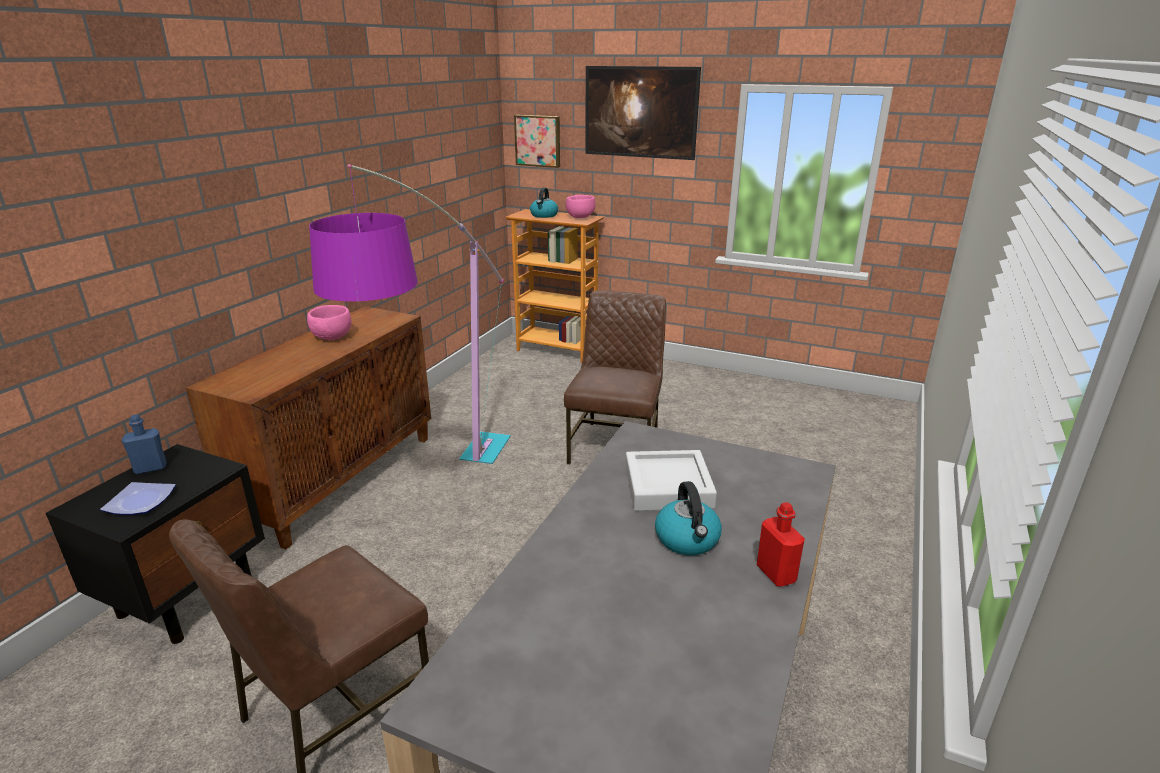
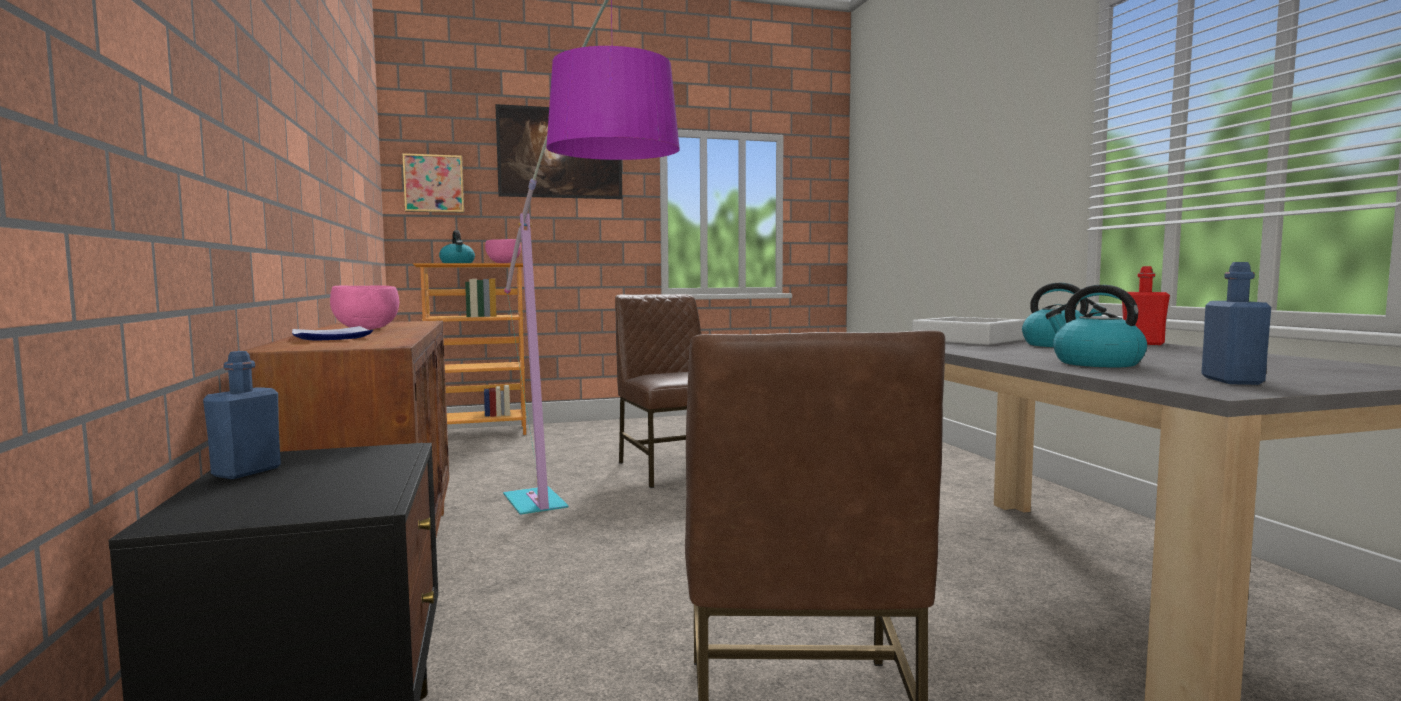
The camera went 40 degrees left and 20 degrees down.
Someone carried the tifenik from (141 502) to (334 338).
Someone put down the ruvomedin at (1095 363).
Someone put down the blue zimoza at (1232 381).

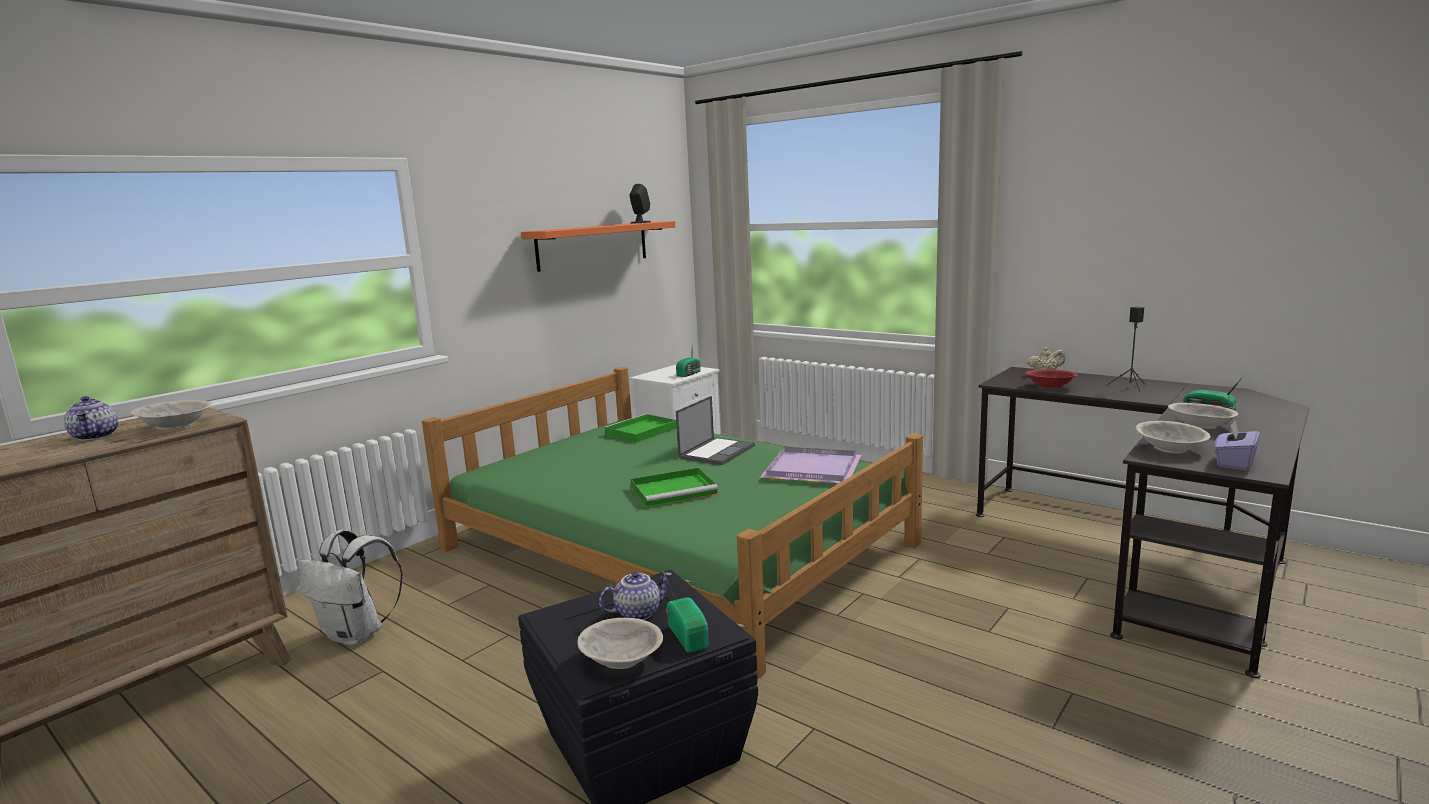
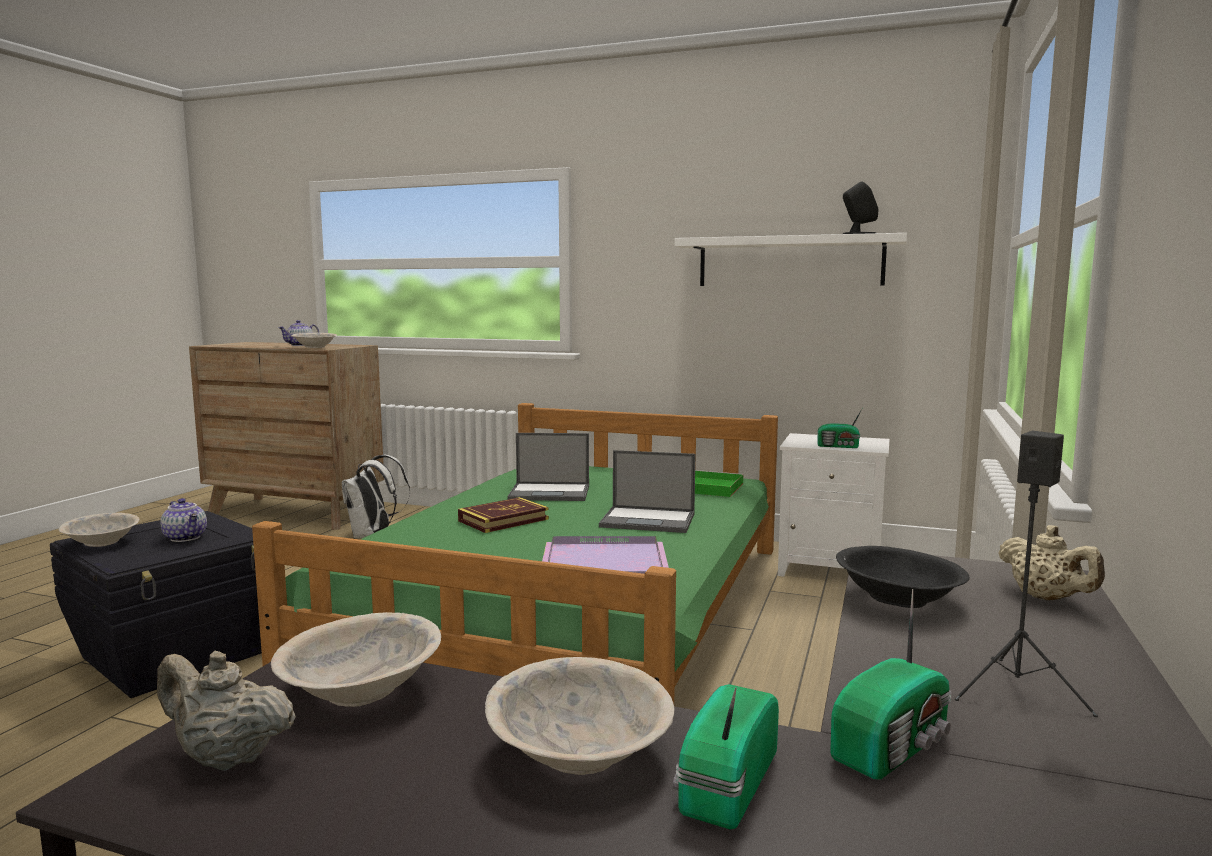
The camera went 70 degrees right and 5 degrees down.
Someone swapped the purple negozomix at (1234 463) for the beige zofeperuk at (226 757).
Someone swapped the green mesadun at (675 490) for the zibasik at (503 520).
Someone put down the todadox at (551 493).
Someone repainted the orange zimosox at (593 245), which became the white zimosox at (790 262).
Someone carried the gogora from (689 635) to (895 746).
Someone repainted the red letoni at (1050 387), which became the black letoni at (897 600).

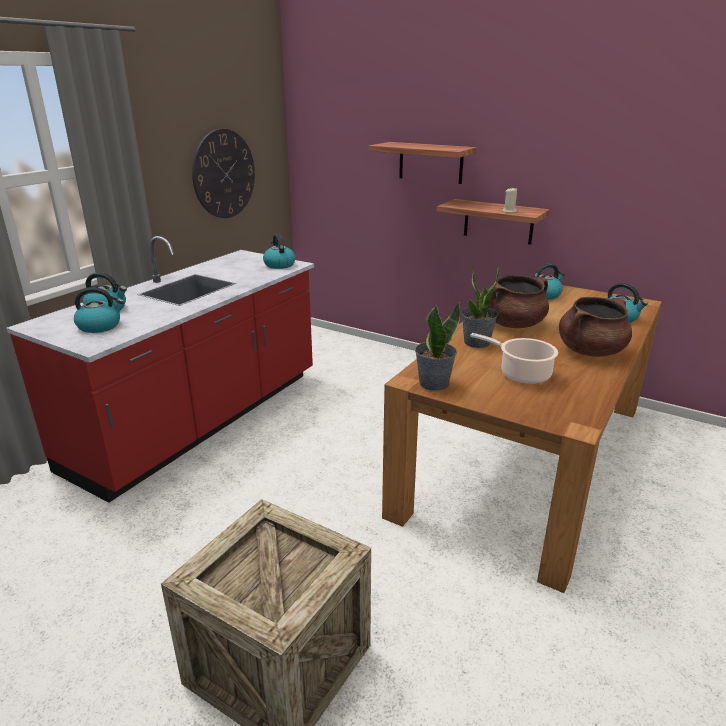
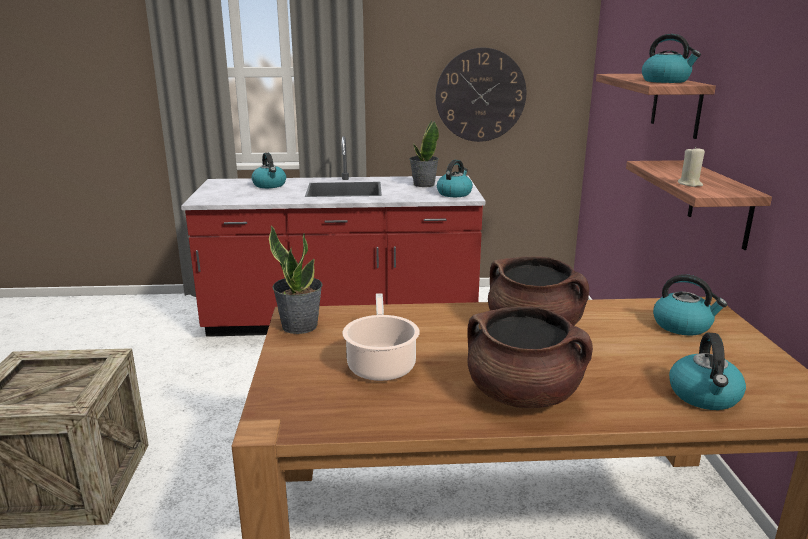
The camera went 55 degrees right and 5 degrees down.
Someone carried the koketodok from (477 343) to (423 184).
Someone carried the ruvomedin from (100 326) to (666 81).

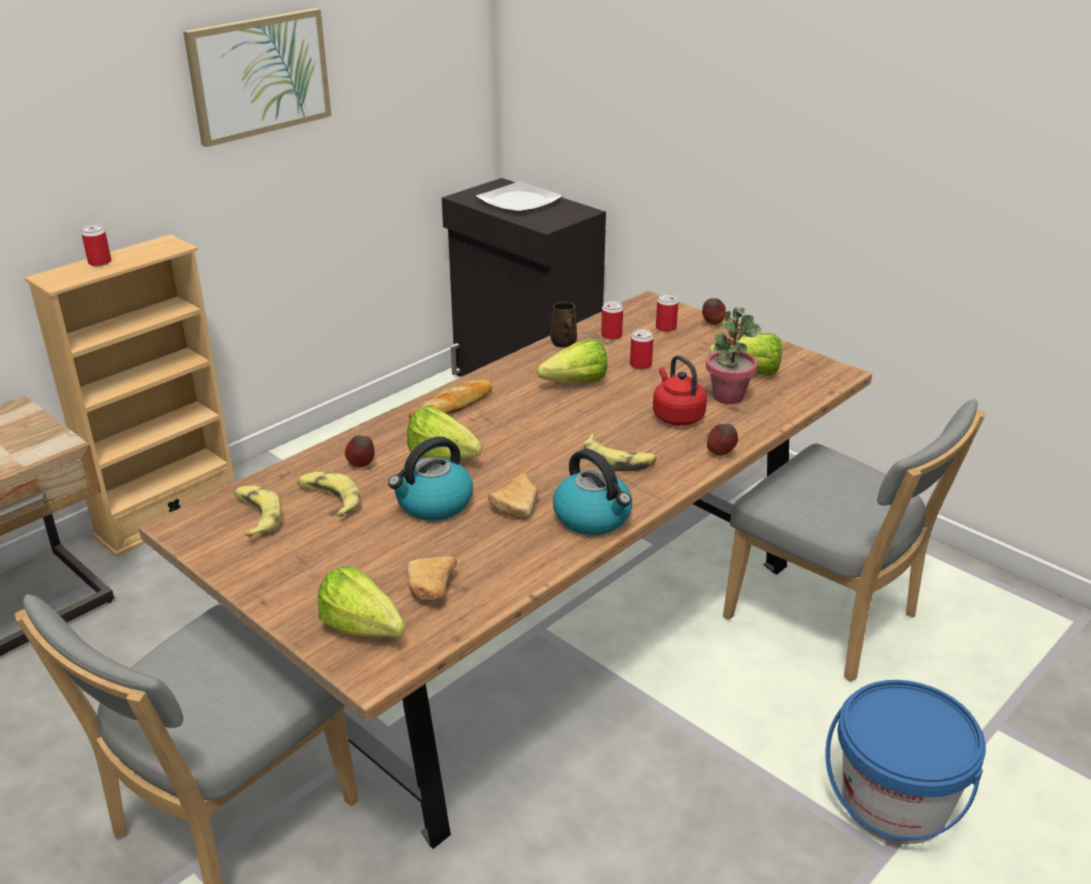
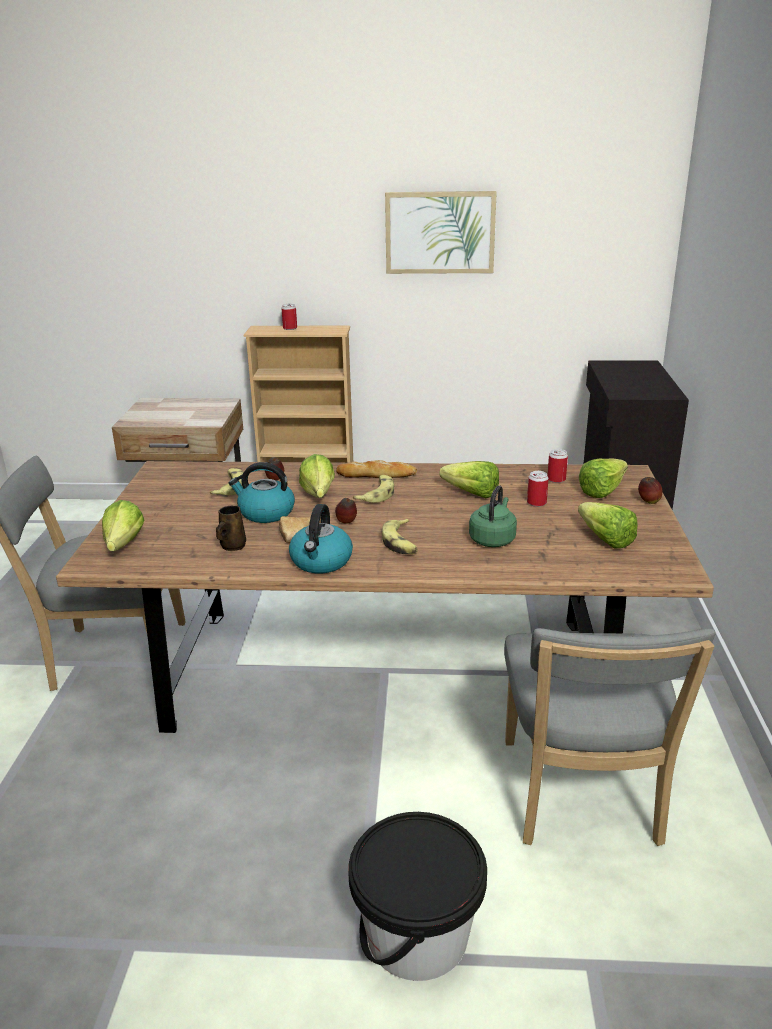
The camera went 50 degrees right and 5 degrees down.
Someone carried the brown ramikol from (564 343) to (232 546).
Someone carried the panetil from (721 454) to (346 523).
Someone repainted the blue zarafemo at (894 802), which became the black zarafemo at (417 935).
Someone carried the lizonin from (256 516) to (377 494).
Someone repainted the red ruvomedin at (676 416), which became the green ruvomedin at (493 539).
Someone swapped the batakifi at (666 328) for the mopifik at (606 490).
Someone took away the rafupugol at (430 590).
Someone took away the tifenik at (519 202).
Someone took away the koketodok at (728 396).

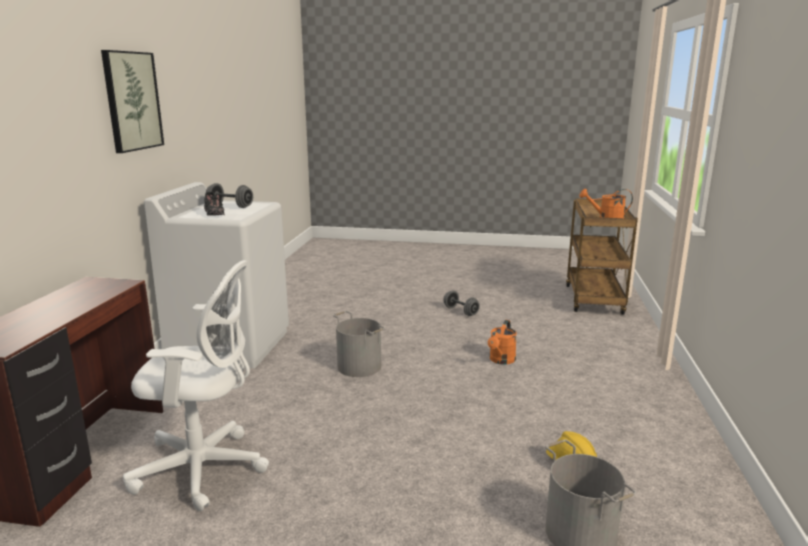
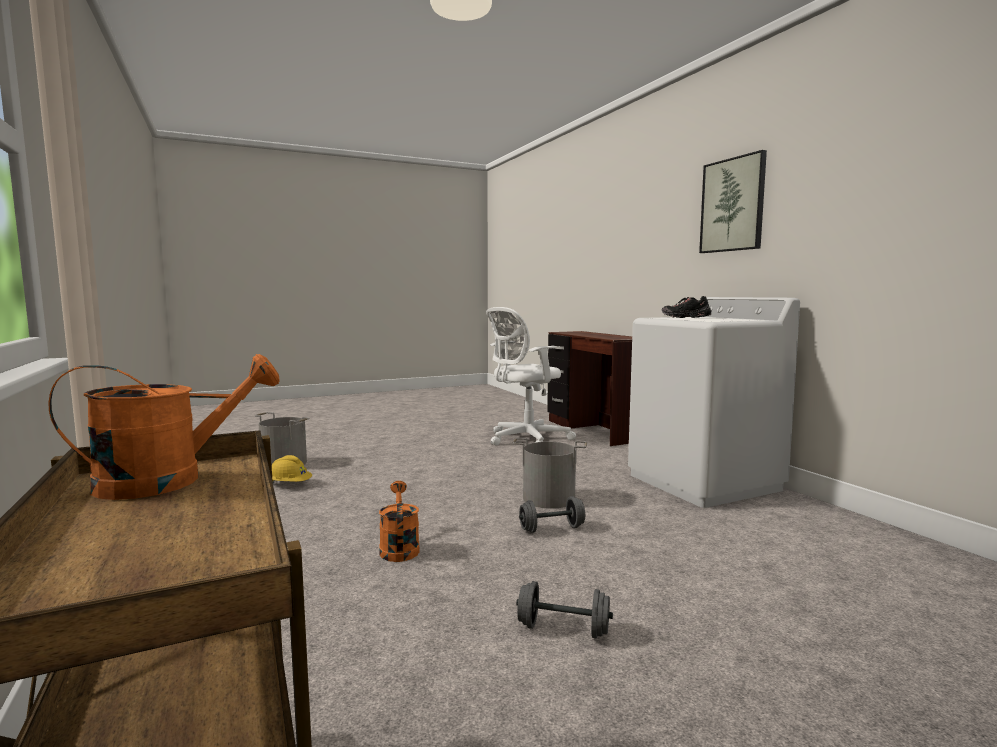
The camera went 145 degrees right and 10 degrees down.
Someone carried the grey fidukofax from (230 206) to (551 529).

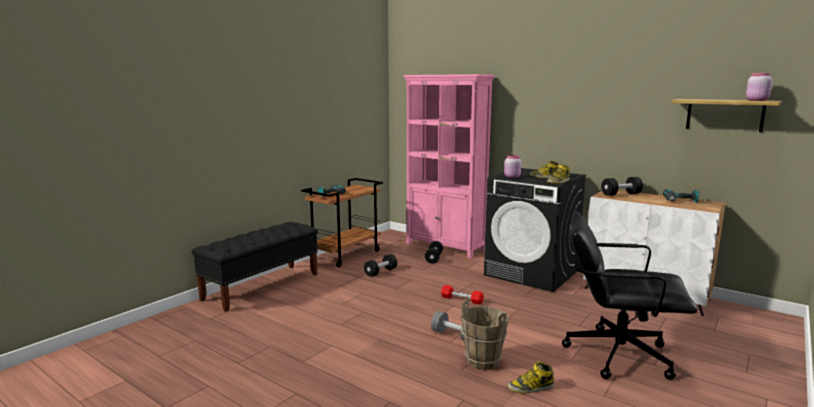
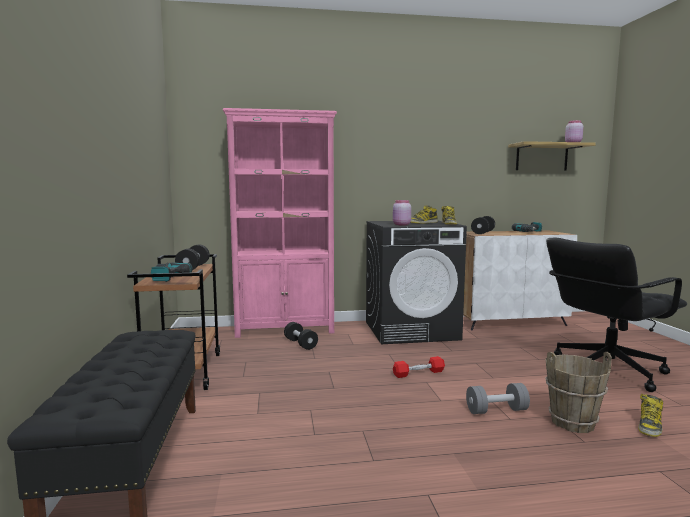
The camera went 45 degrees left and 5 degrees down.
Someone carried the black fidukofax from (380 272) to (193 268).

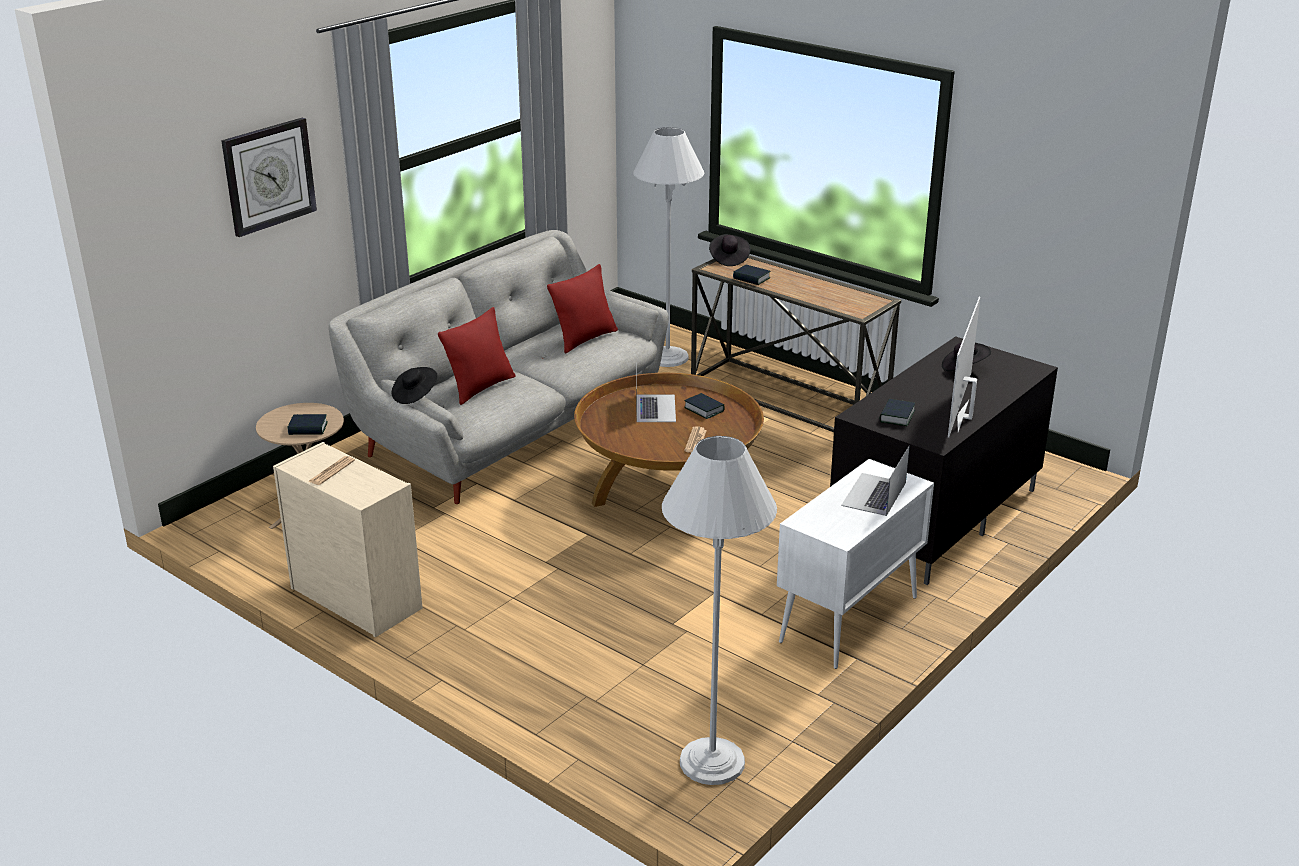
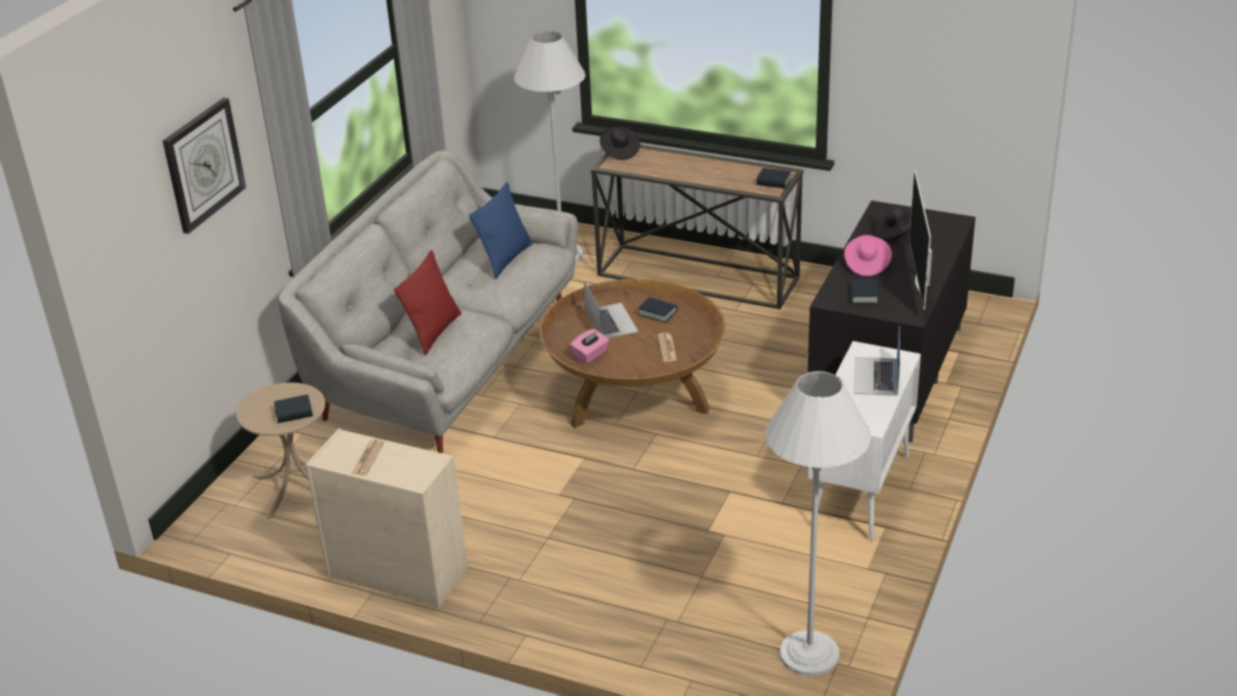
The camera went 15 degrees left and 5 degrees up.
Someone repainted the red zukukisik at (584 339), which became the blue zukukisik at (505 259).
Someone put down the pink negozomix at (590 355).
Someone carried the zibasik from (751 278) to (773 182).
Someone put down the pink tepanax at (866 265).
Someone took away the black tepanax at (415 395).

